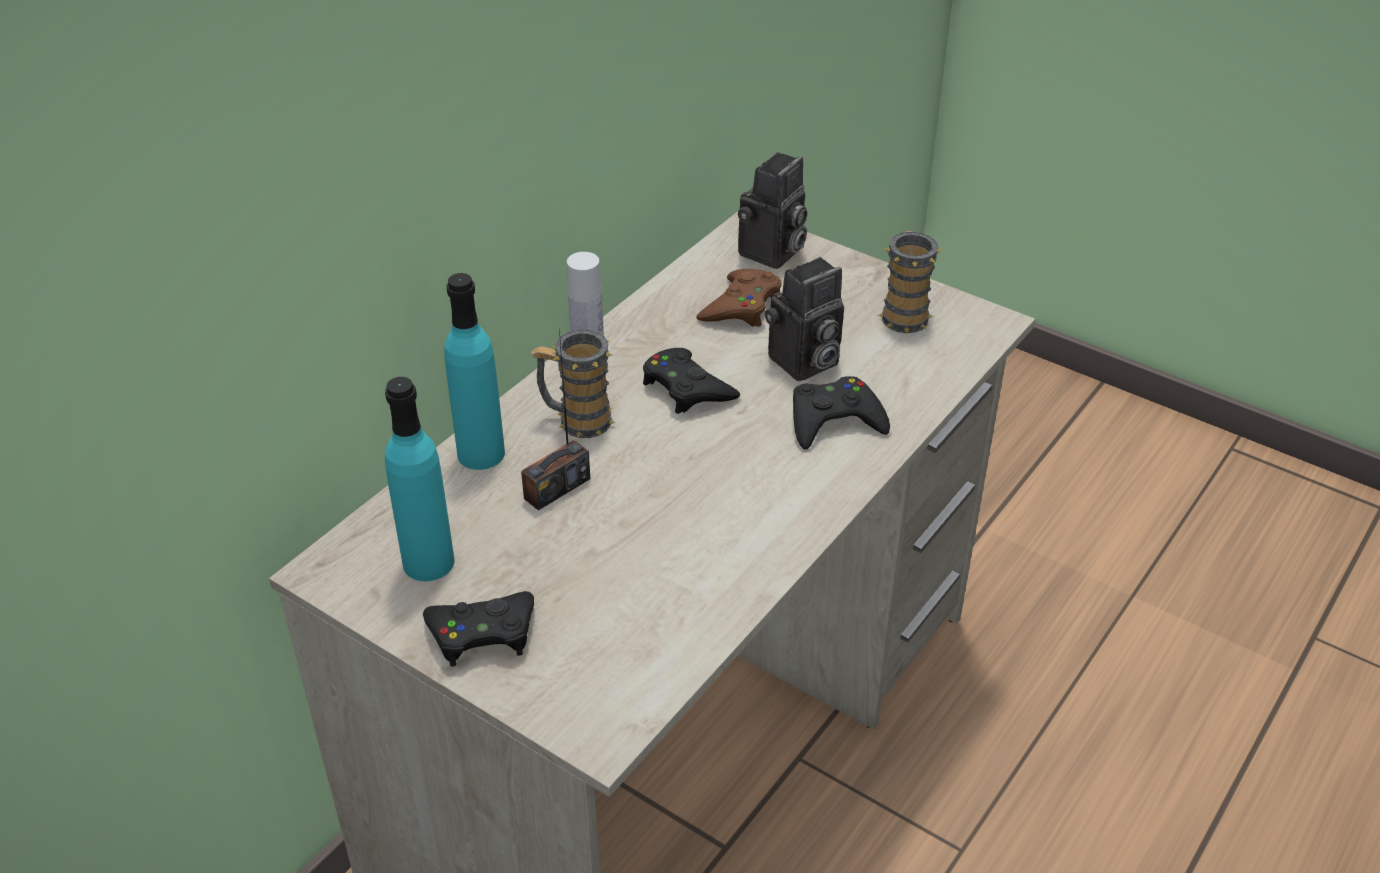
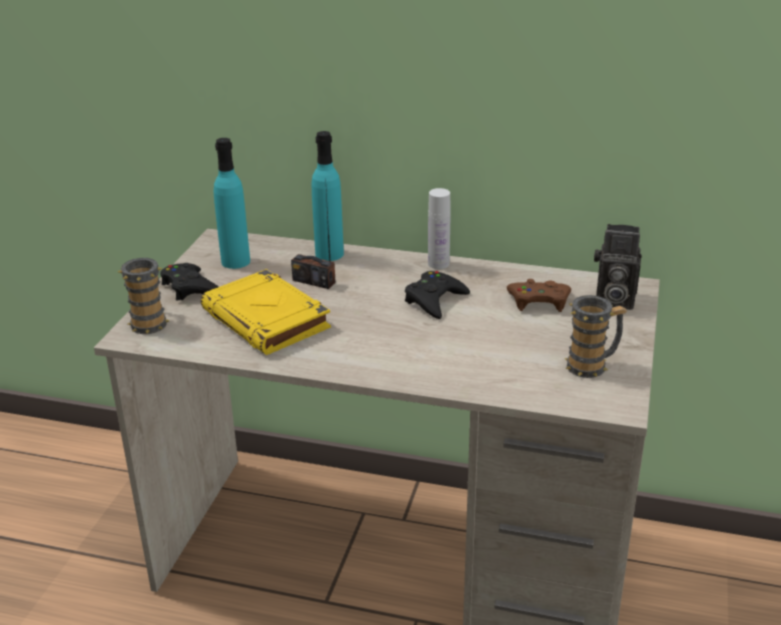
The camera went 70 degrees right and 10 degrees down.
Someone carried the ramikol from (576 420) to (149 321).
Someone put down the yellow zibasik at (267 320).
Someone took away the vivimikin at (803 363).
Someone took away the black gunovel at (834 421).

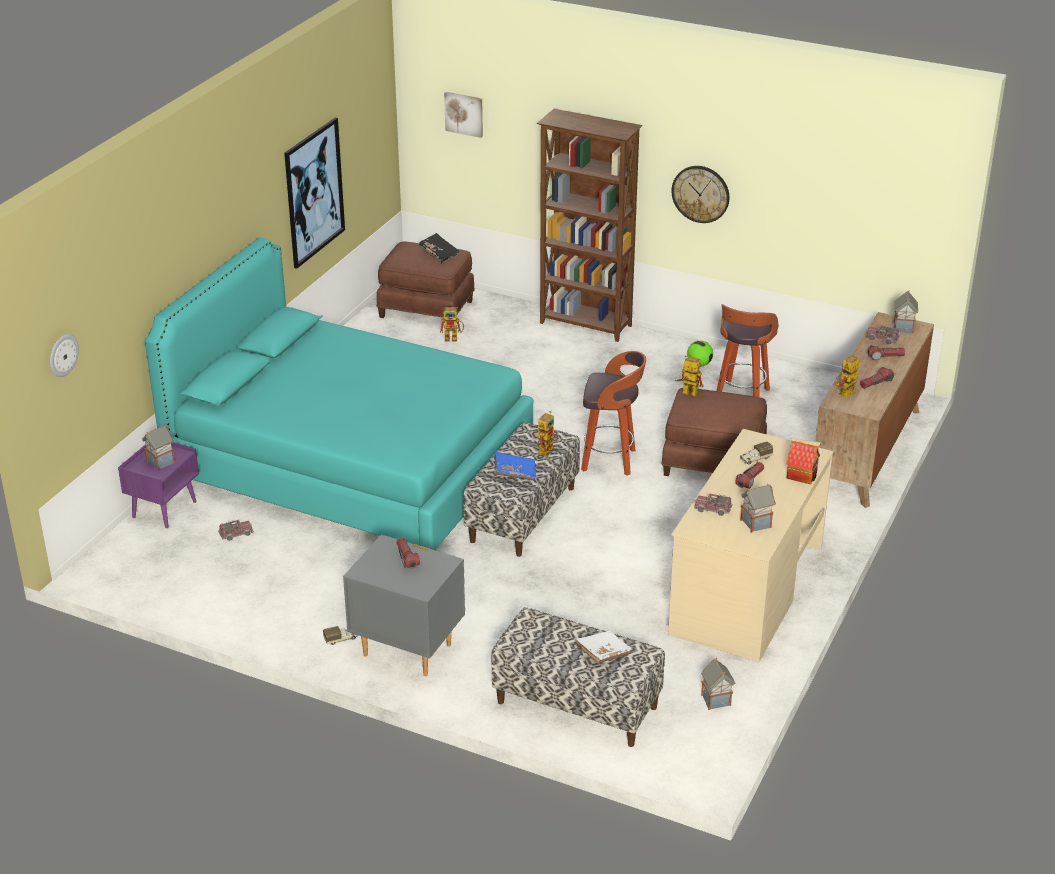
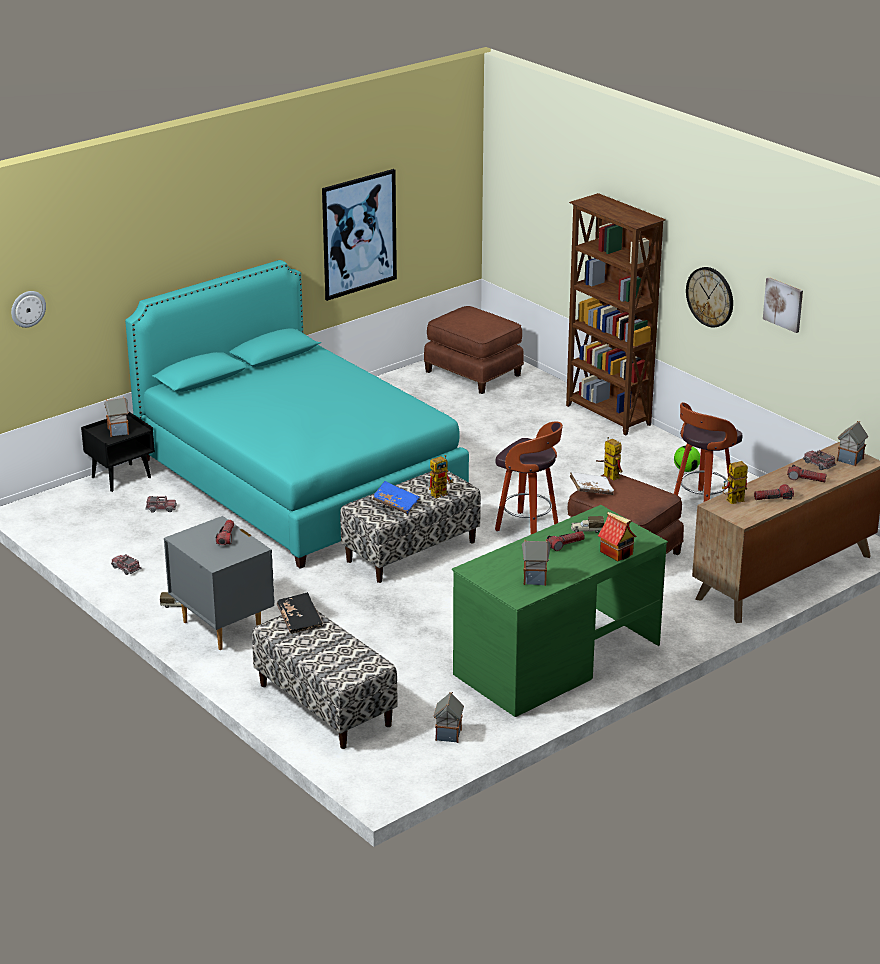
The camera went 25 degrees right and 5 degrees down.
Someone repainted the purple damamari at (164 509), which became the black damamari at (121 477).
Someone carried the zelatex from (713 509) to (126 568).
Someone carried the black zibasik from (439 254) to (299 620).
Someone repainted the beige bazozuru at (746 590), which became the green bazozuru at (556 659).
Someone carried the white zibasik from (603 653) to (591 490).
Someone carried the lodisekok from (464 114) to (783 304).
Someone took away the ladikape at (454 338).

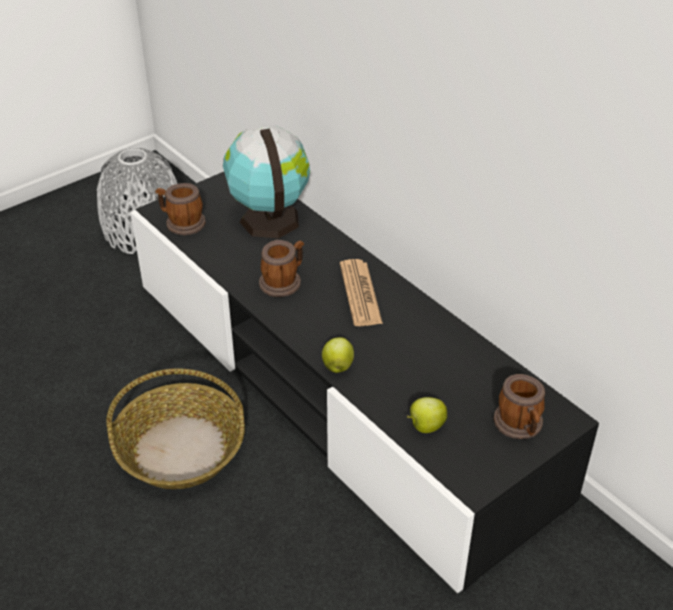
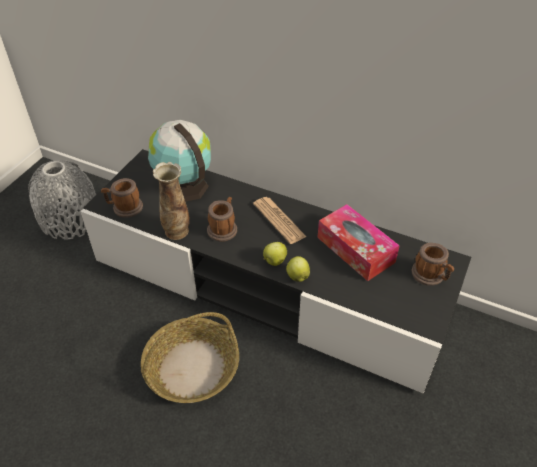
The camera went 25 degrees left and 5 degrees up.
Someone put down the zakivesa at (177 231).
Someone carried the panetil from (425 426) to (274 261).
Someone put down the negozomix at (355 249).

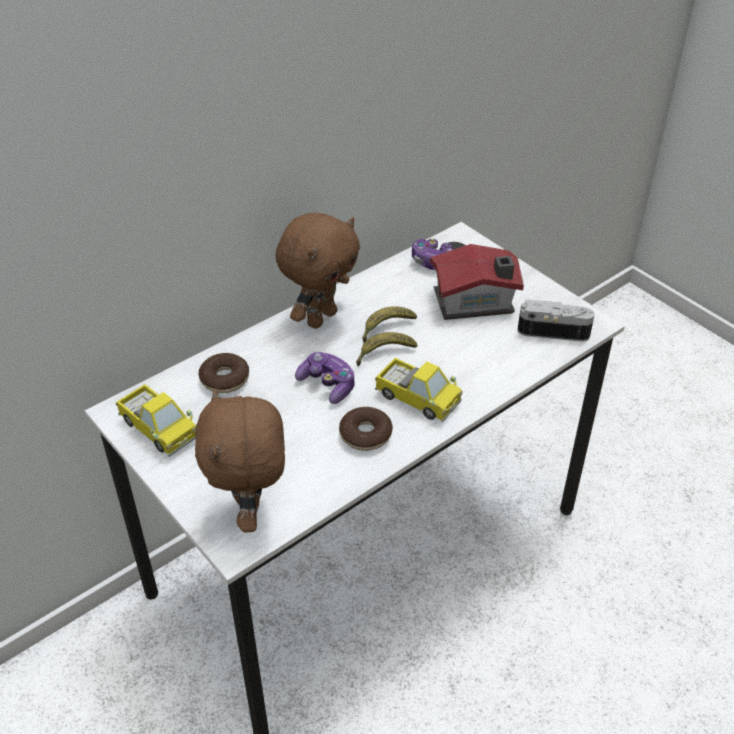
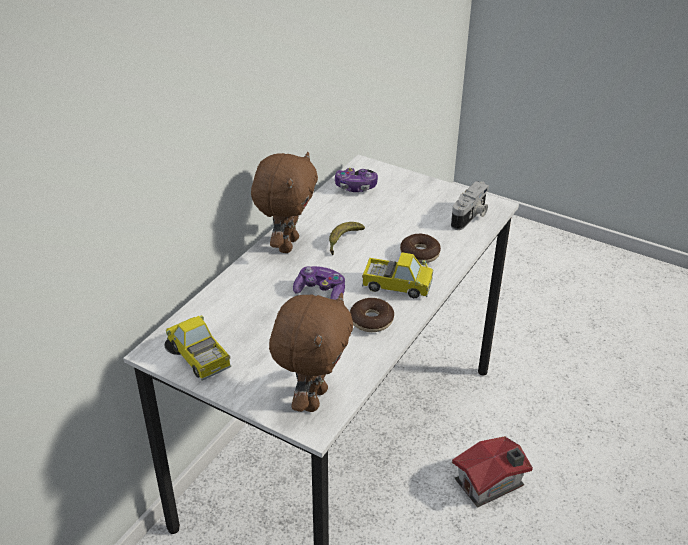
The camera went 20 degrees left and 5 degrees down.
Someone rotated the zelatex at (159 429) by 150 degrees counterclockwise.
Someone rotated the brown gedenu at (251 512) by 135 degrees counterclockwise.
Someone carried the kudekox from (225 379) to (419 254).
Someone rotated the vivimikin at (553 330) by 135 degrees clockwise.
Someone carried the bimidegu from (476 303) to (491 484).
Someone took away the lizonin at (384 353).

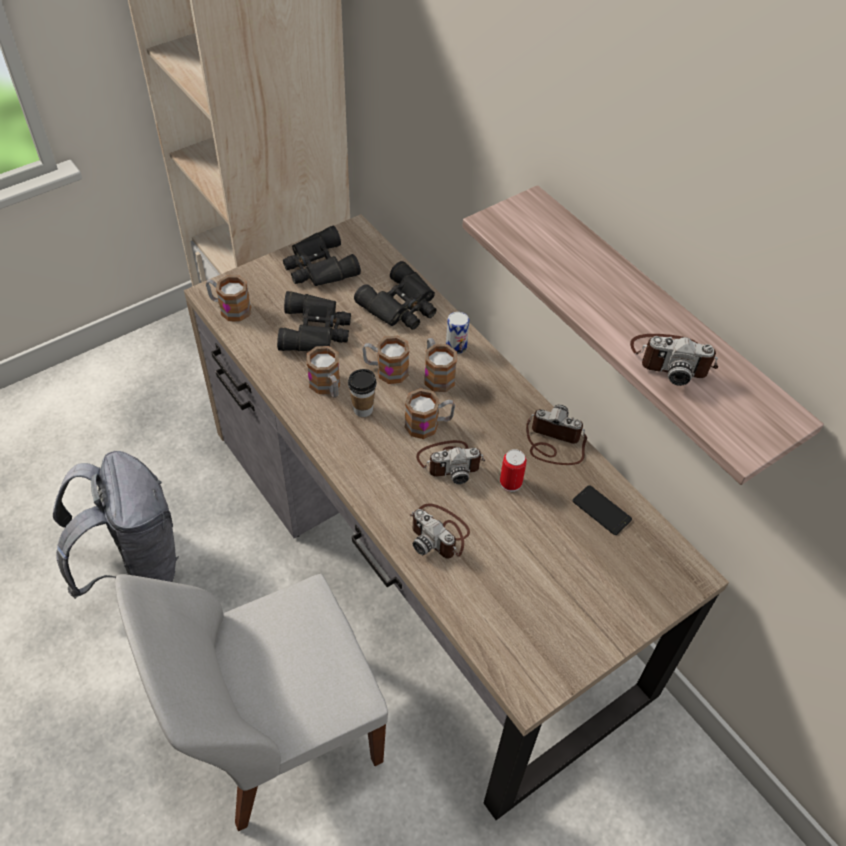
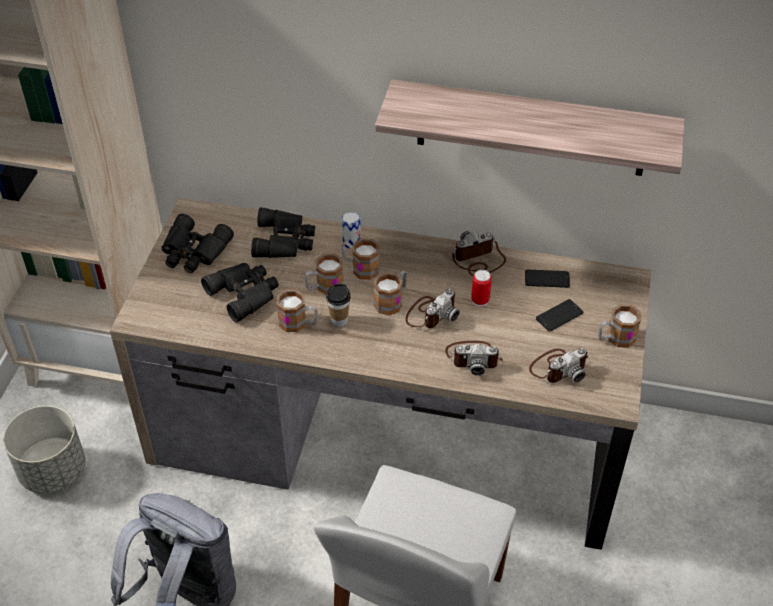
The camera went 40 degrees left and 5 degrees down.
Someone put down the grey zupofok at (54 470).
Someone carried the vivimikin from (671 359) to (558 368).
Someone put down the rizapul at (559 316).
Someone carried the ramikol from (229 308) to (615 338).

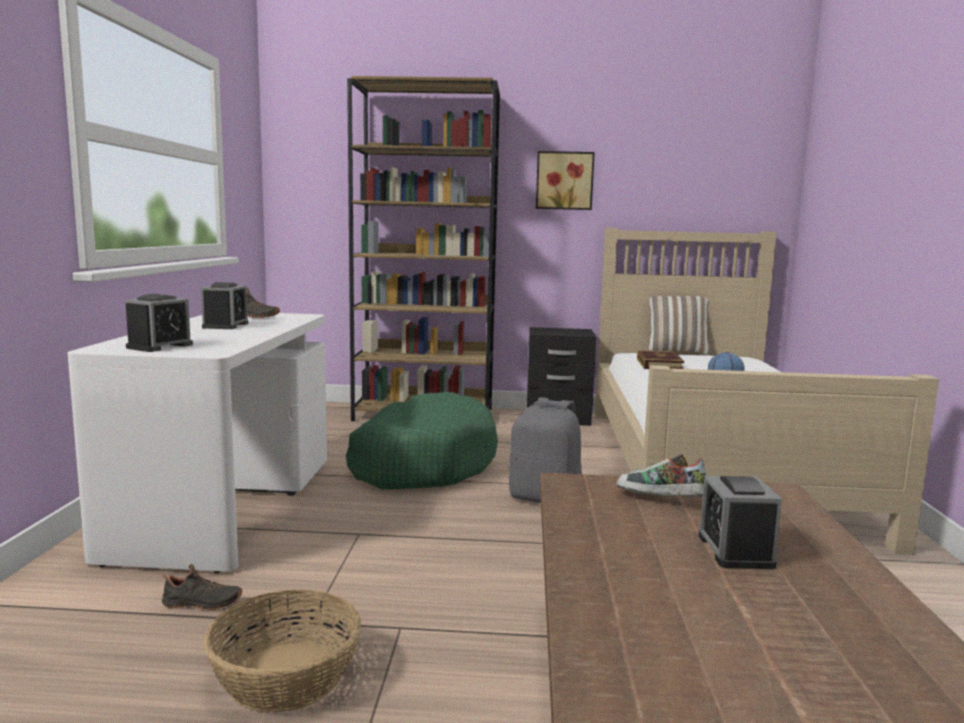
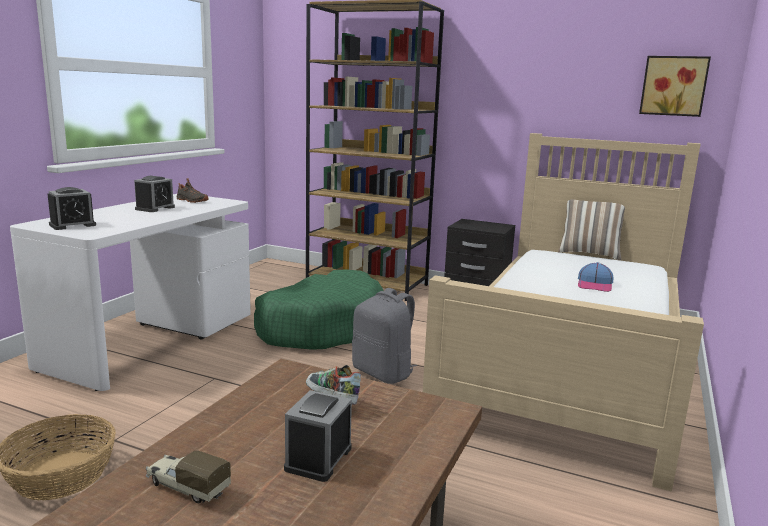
The camera went 20 degrees right and 5 degrees up.
Someone put down the zelatex at (186 487).
Someone carried the lodisekok from (564 181) to (673 86).
Someone took away the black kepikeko at (201 604).
Someone took away the zibasik at (659 364).

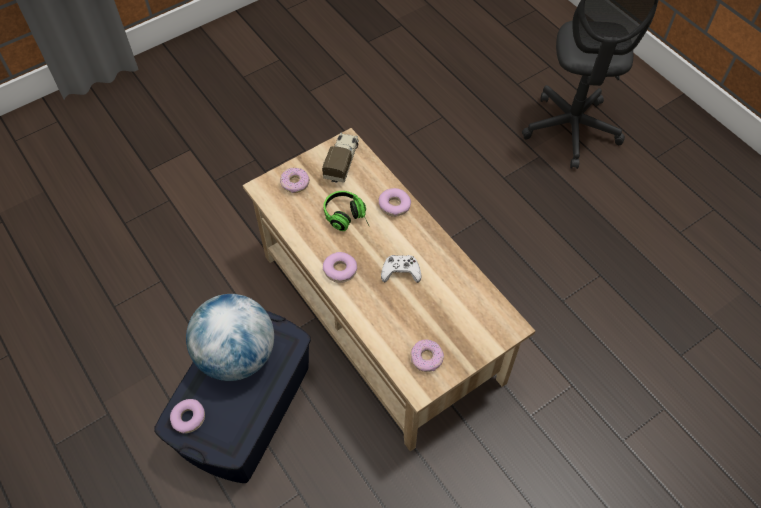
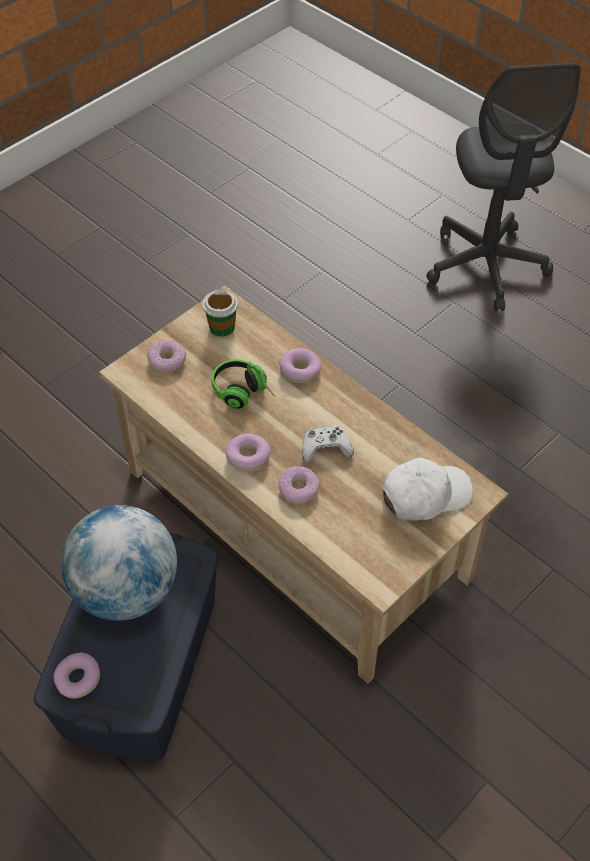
The camera went 10 degrees left and 5 degrees down.
Someone swapped the zelatex at (342 162) for the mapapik at (222 327).
Someone carried the kudekox from (426 358) to (299 489).
Someone put down the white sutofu at (425 495).

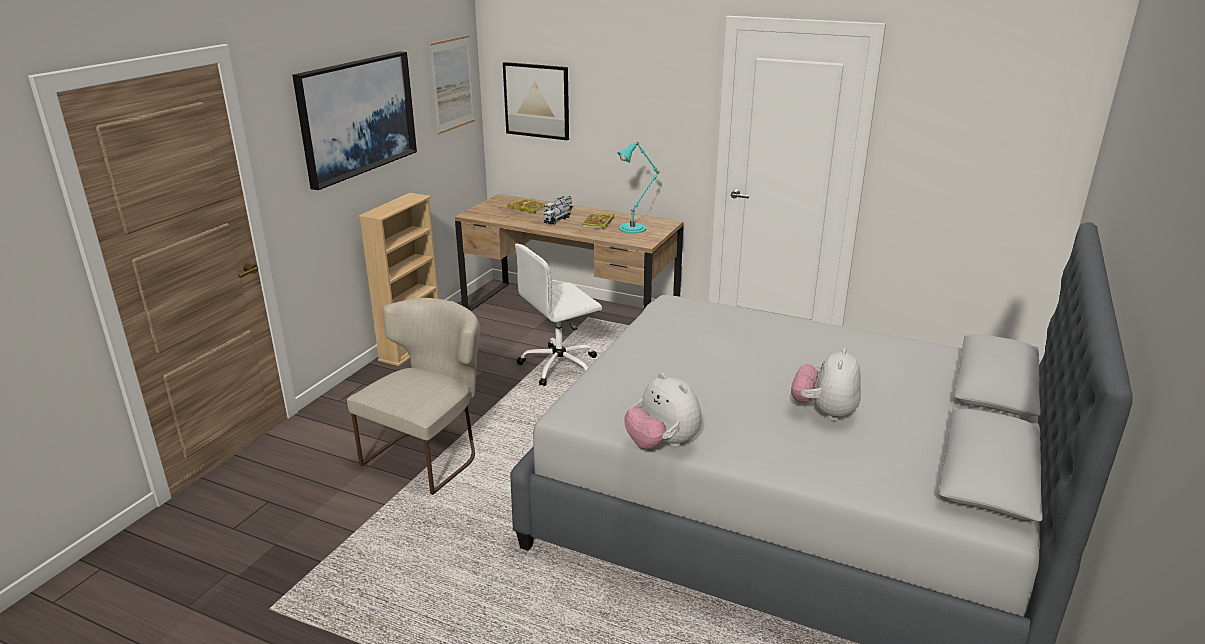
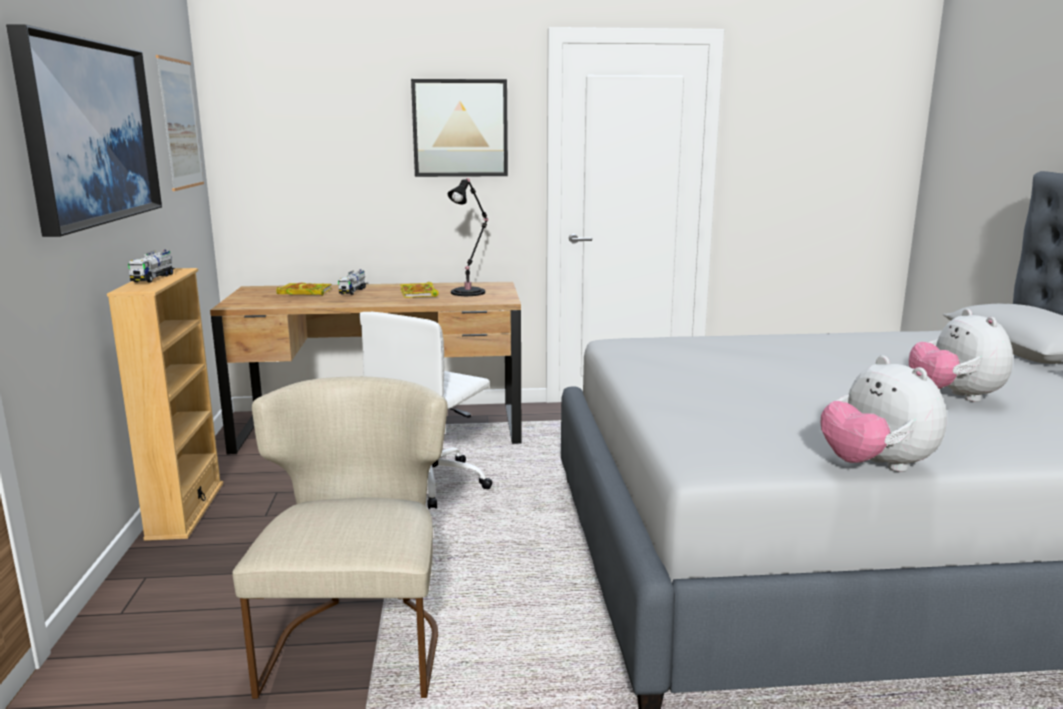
The camera went 30 degrees left and 10 degrees down.
Someone carried the zelatex from (557 220) to (153 278).
Someone carried the lodisekok from (536 100) to (460 128).
Someone repainted the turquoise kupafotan at (634 228), which became the black kupafotan at (470 292).
Someone rotated the gedenu at (662 444) by 45 degrees clockwise.

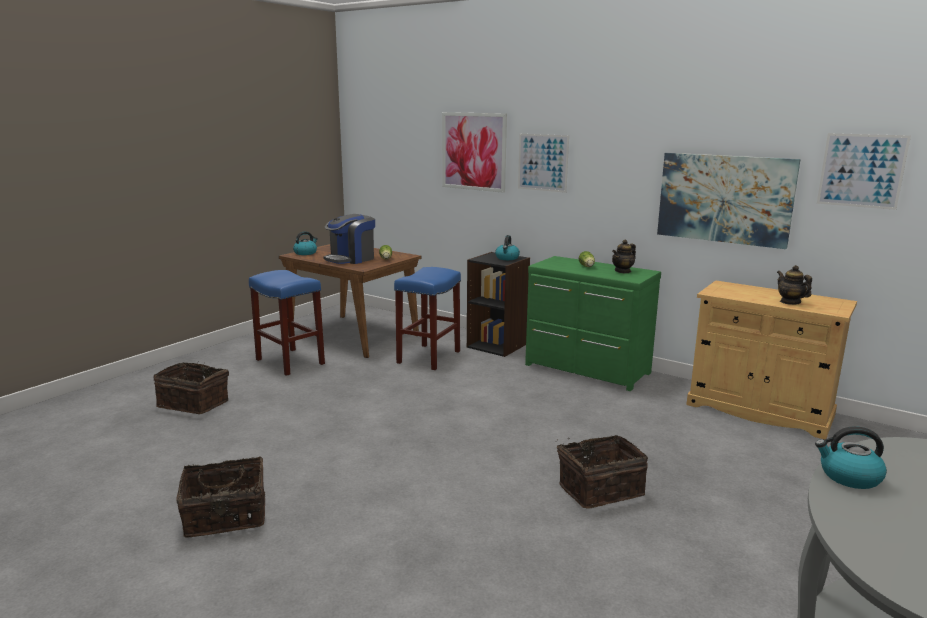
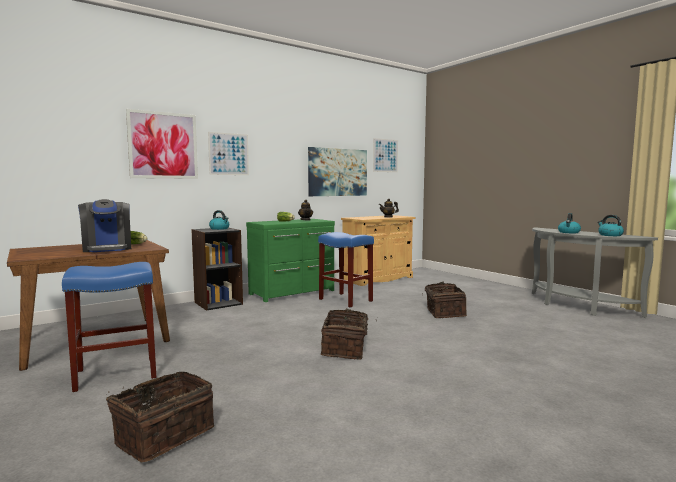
The camera went 70 degrees left and 10 degrees down.
Someone carried the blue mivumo from (429 357) to (346 300).
Someone carried the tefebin from (226 517) to (345 349).
Someone carried the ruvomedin from (305 253) to (609 235).

